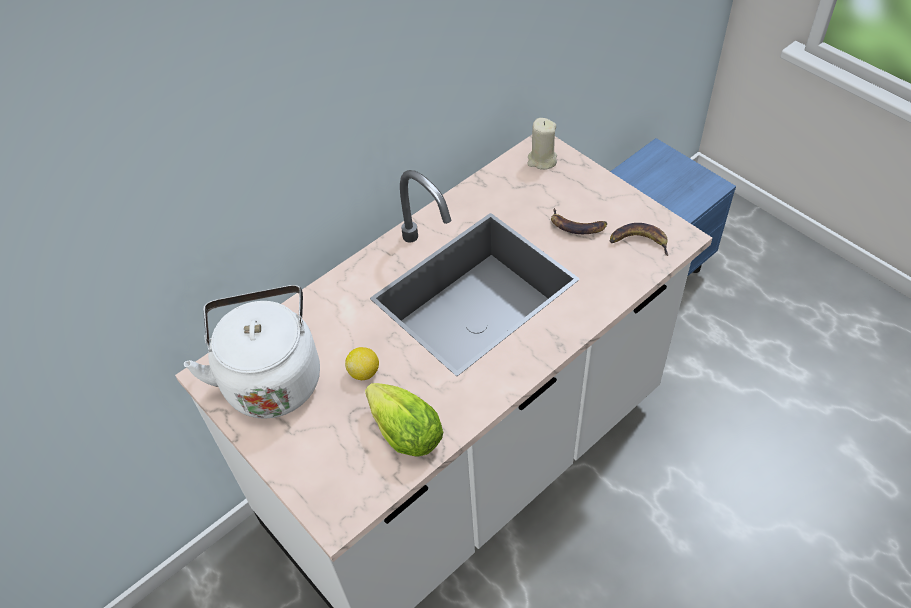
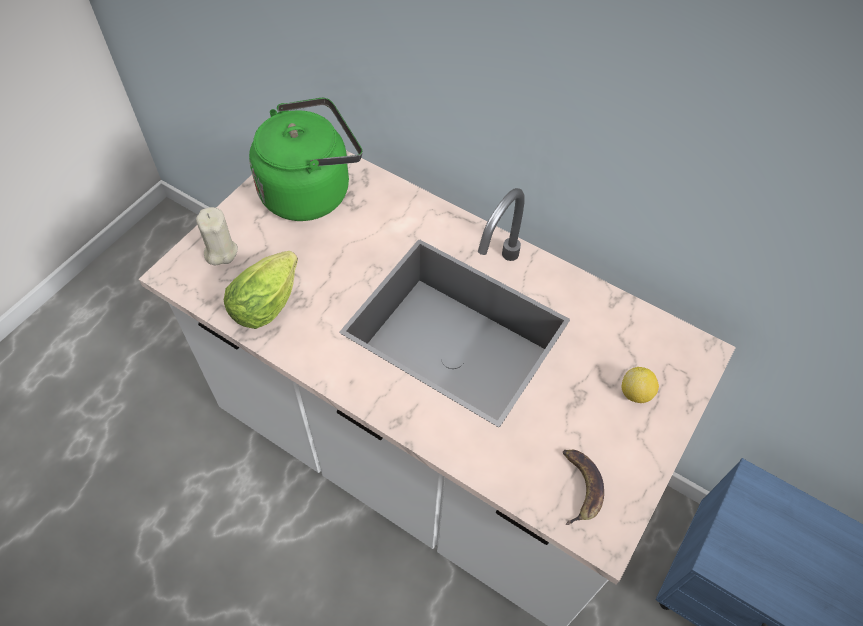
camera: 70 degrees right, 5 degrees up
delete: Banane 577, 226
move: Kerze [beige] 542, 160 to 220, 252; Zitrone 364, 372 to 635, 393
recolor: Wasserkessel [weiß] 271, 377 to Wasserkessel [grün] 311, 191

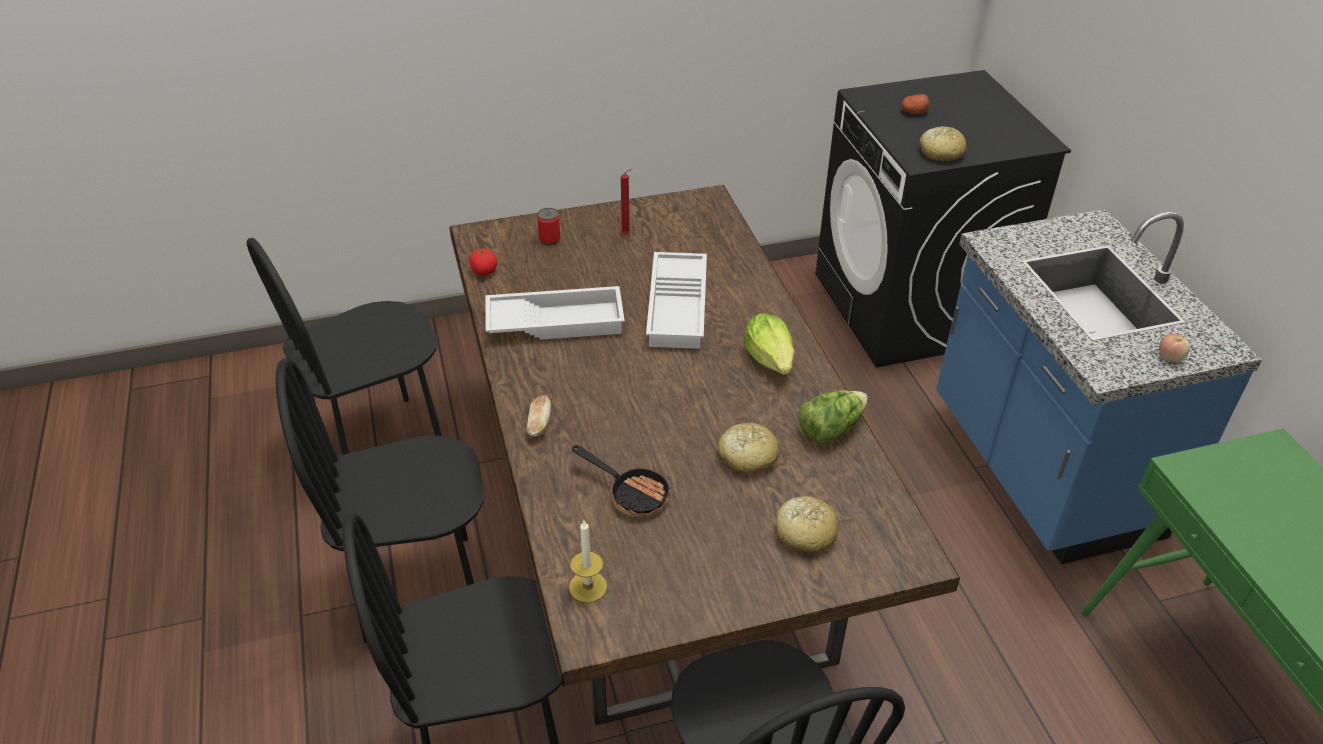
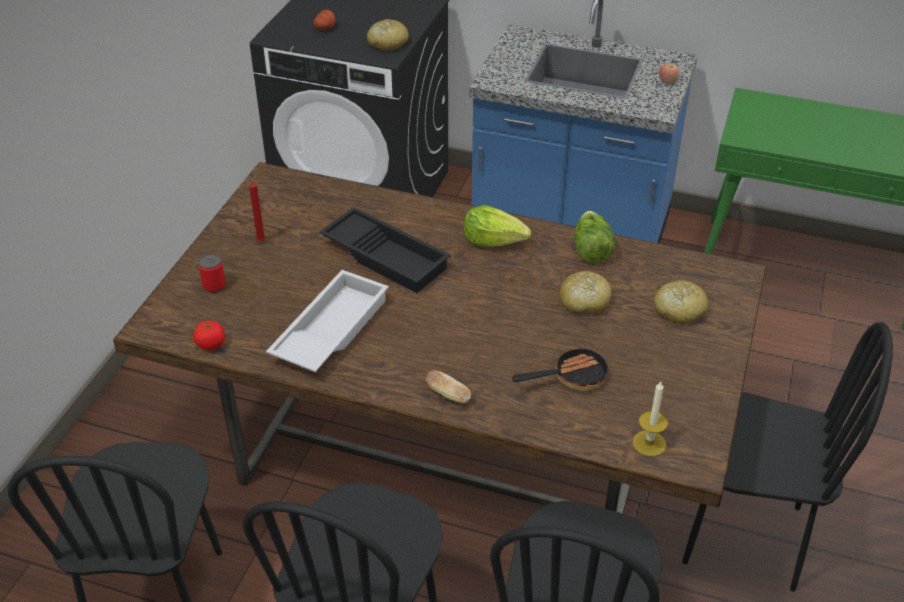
camera: 55 degrees left, 0 degrees up
recolor: Tablett [weiß] 679, 307 to Tablett [schwarz] 387, 256

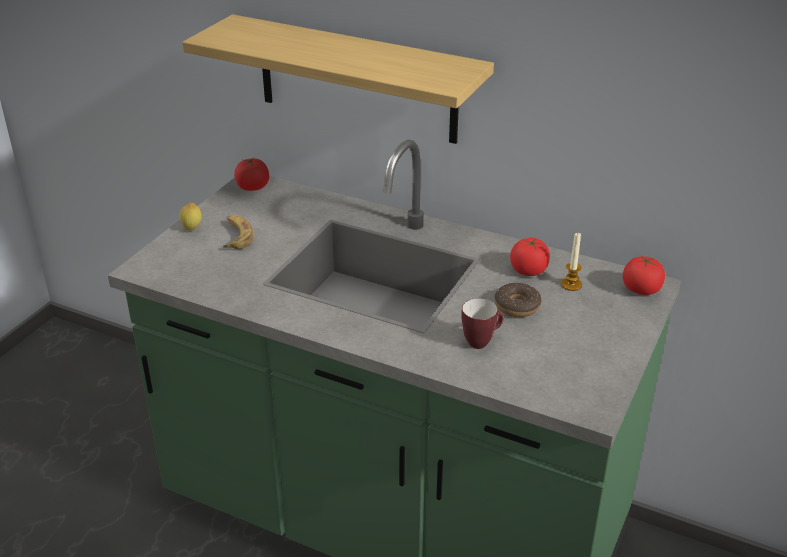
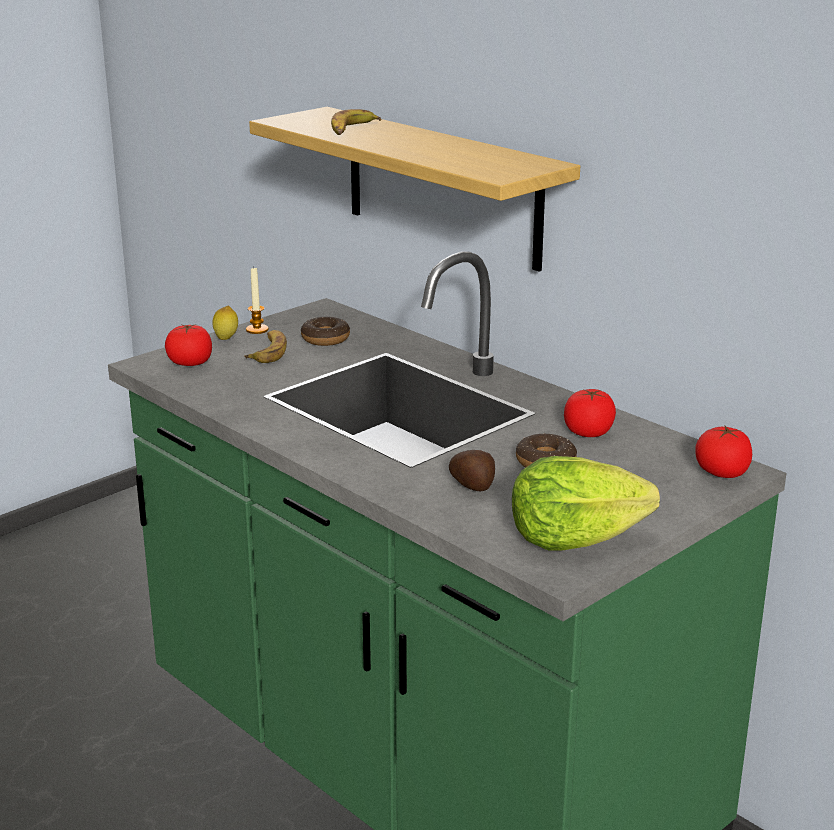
camera: 20 degrees right, 10 degrees down
insert: Banane 351, 130; Donut 325, 339; Salatkopf 574, 539
move: Tomate 252, 187 to 190, 363; Kerze 571, 285 to 257, 330
replace: Henkelbecher 481, 341 to Kartoffel 473, 486

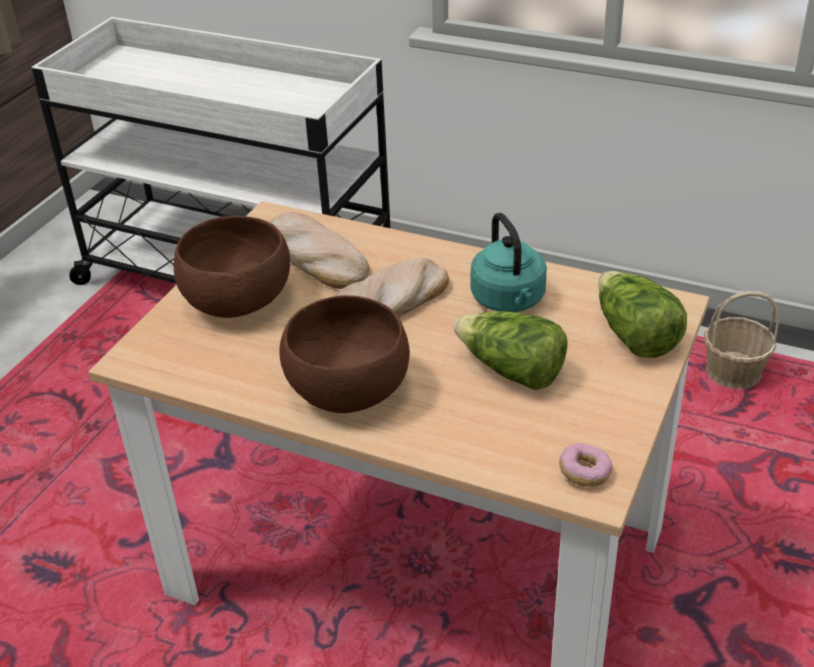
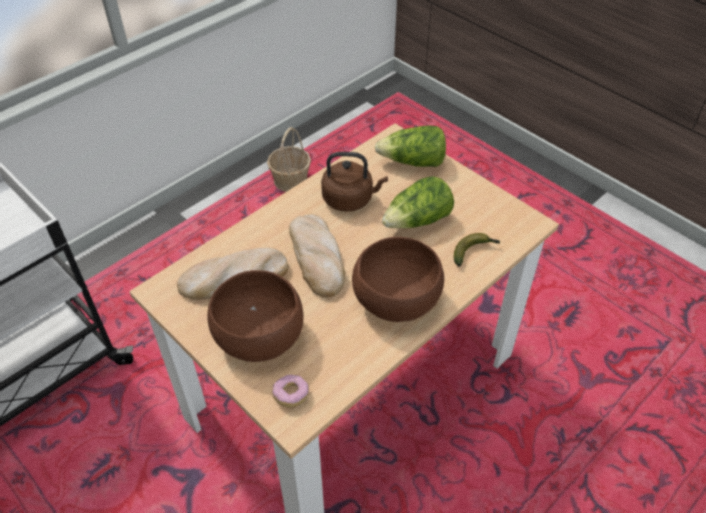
camera: 70 degrees left, 10 degrees up
insert: Banane 474, 251
move: Donut 584, 473 to 291, 395
recolor: Wasserkessel [türkis] 509, 301 to Wasserkessel [braun] 350, 199

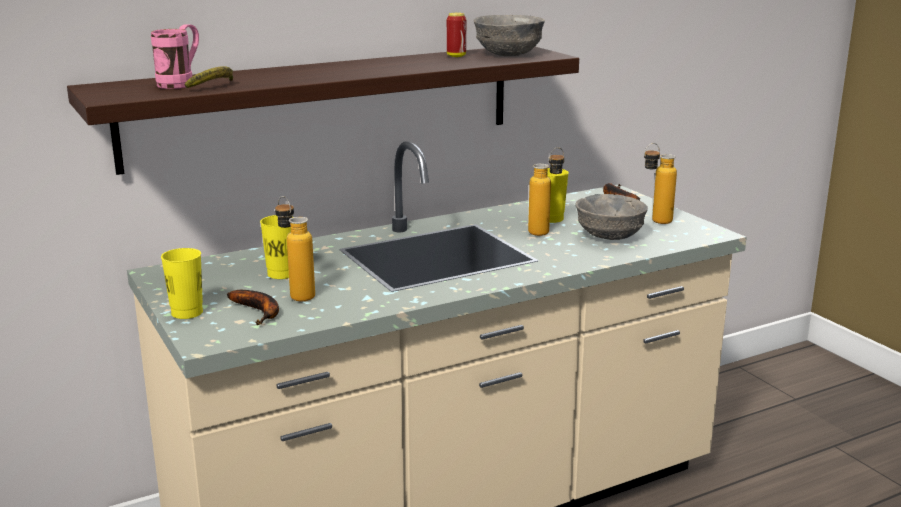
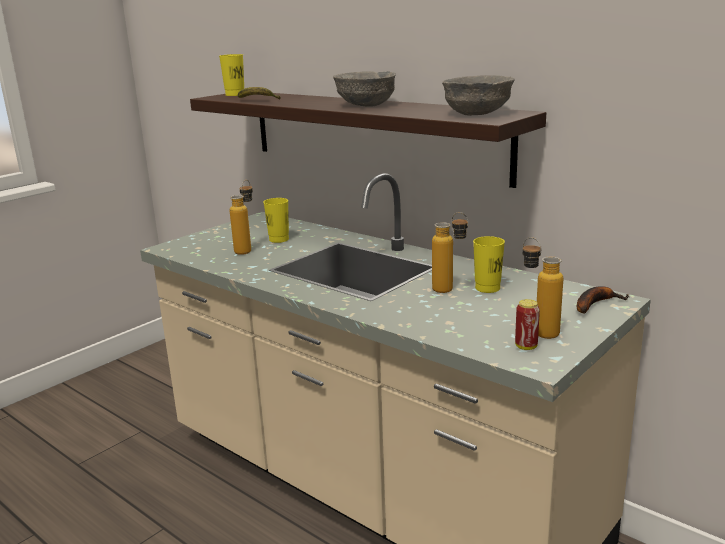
camera: 70 degrees right, 0 degrees up
delete: Henkelbecher [rosa] 181, 84; Banane 259, 311
move: Dose 456, 56 to 526, 347; Schüssel [grau] 608, 236 to 366, 105; Tasse [gelb] 187, 313 to 235, 95

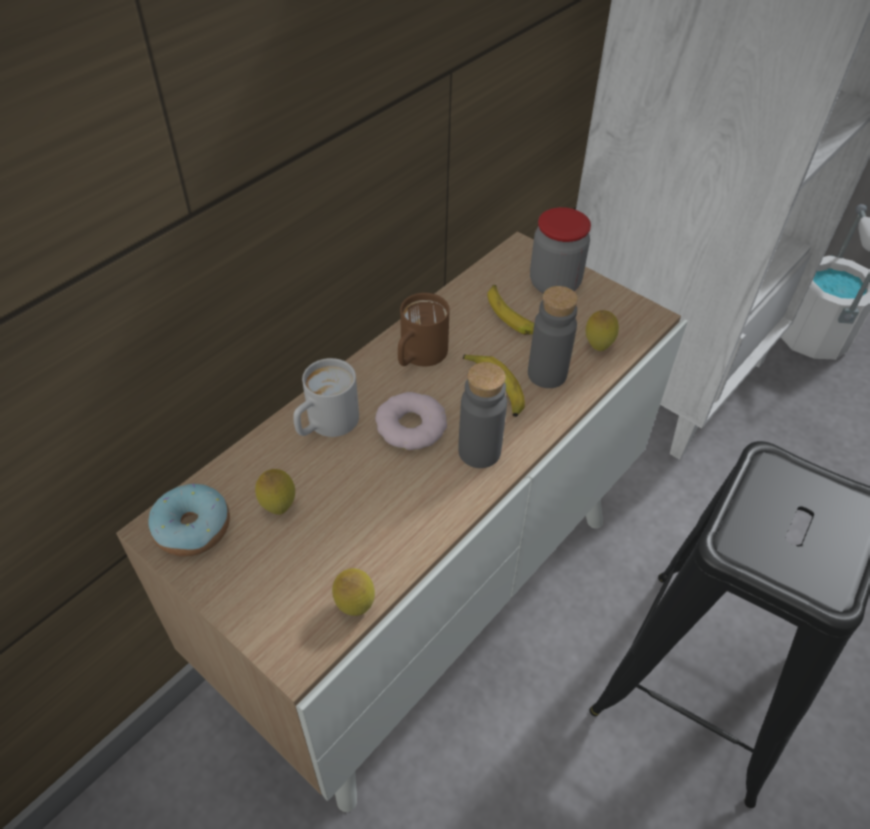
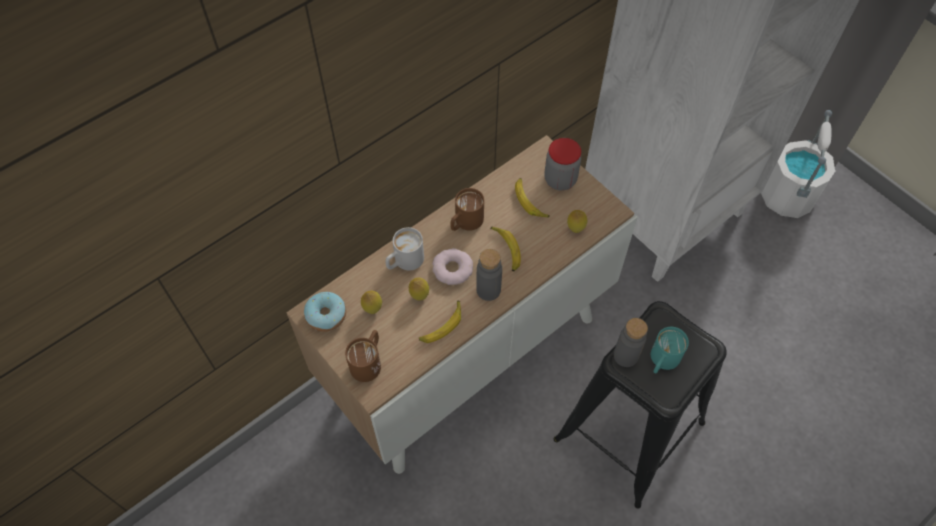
camera: 10 degrees right, 10 degrees up
insert: Banane 442, 325; Henkelbecher [türkis] 662, 361; Henkelbecher [braun] 368, 361
move: Flasche [grau] 547, 374 to 625, 355; Zitrone 355, 606 to 419, 296

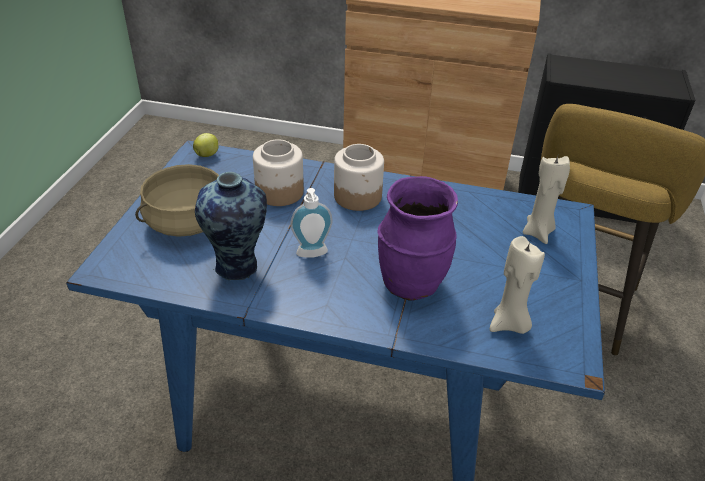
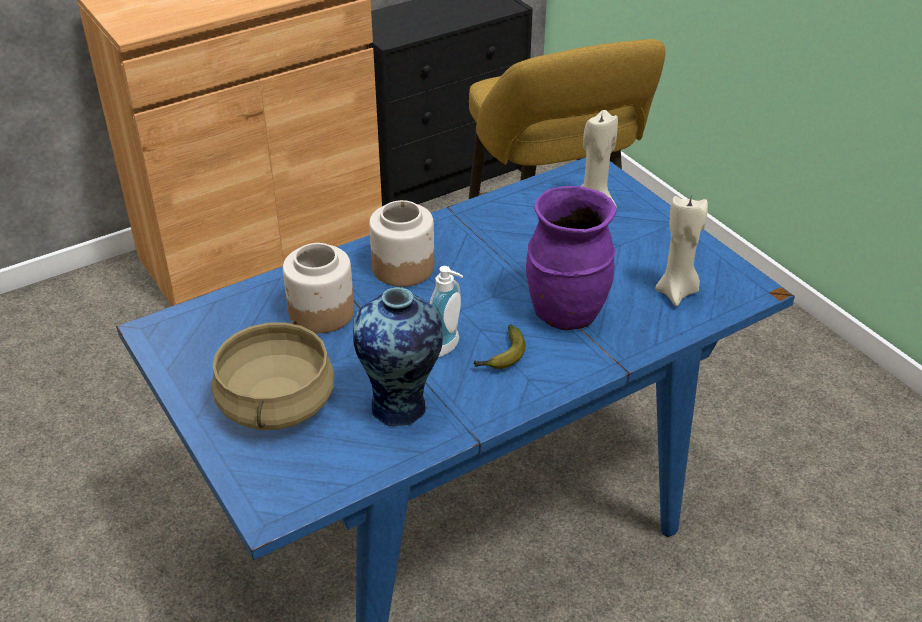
camera: 45 degrees left, 0 degrees up
delete: Apfel 207, 155
insert: Banane 501, 357

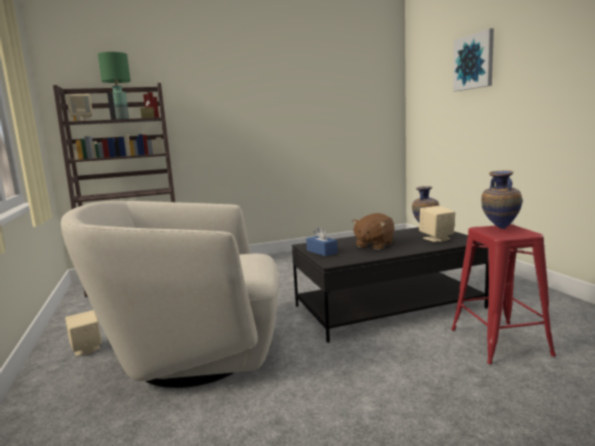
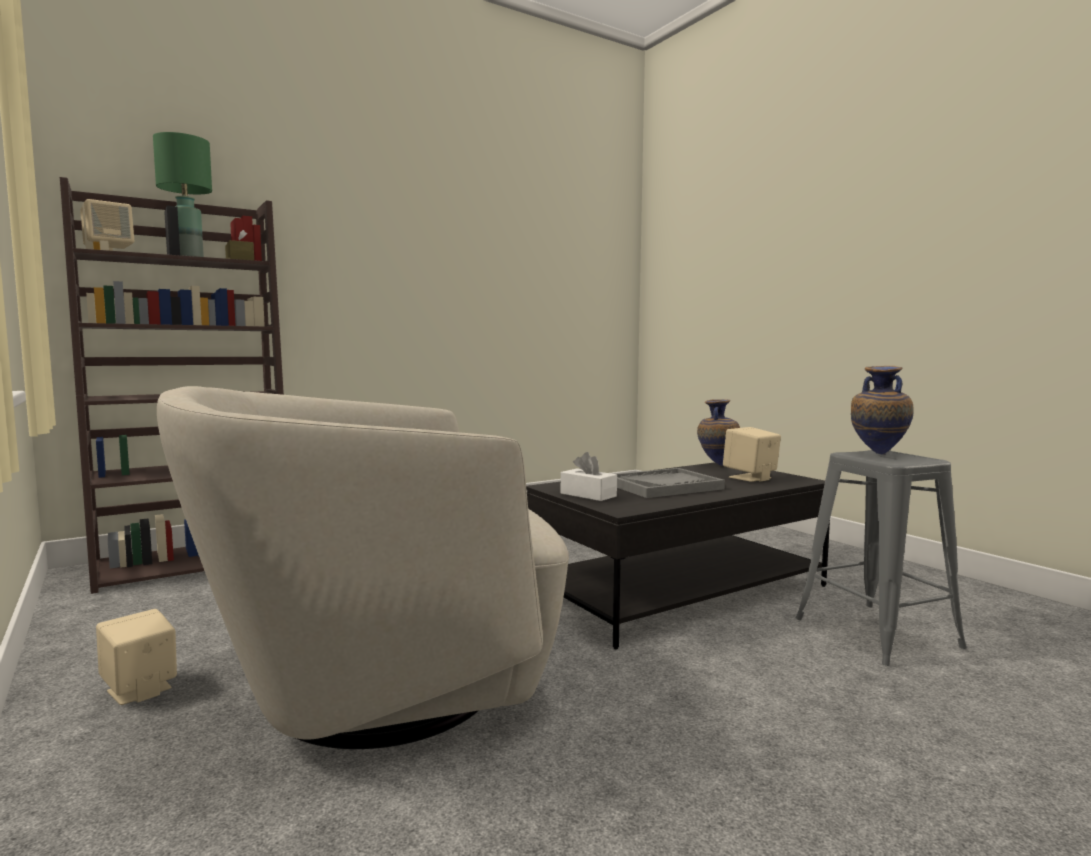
camera: 15 degrees left, 5 degrees down
delete: Bild 474, 62
replace: Plüschtier [braun] 373, 245 to Tablett [grau] 664, 486
recolor: Hocker [rot] 499, 342 to Hocker [grau] 876, 632; Taschentuchbox [blau] 322, 251 to Taschentuchbox [weiß] 588, 495

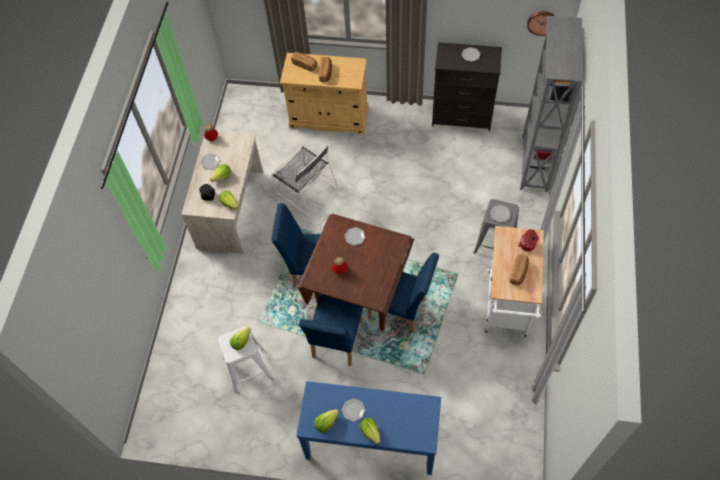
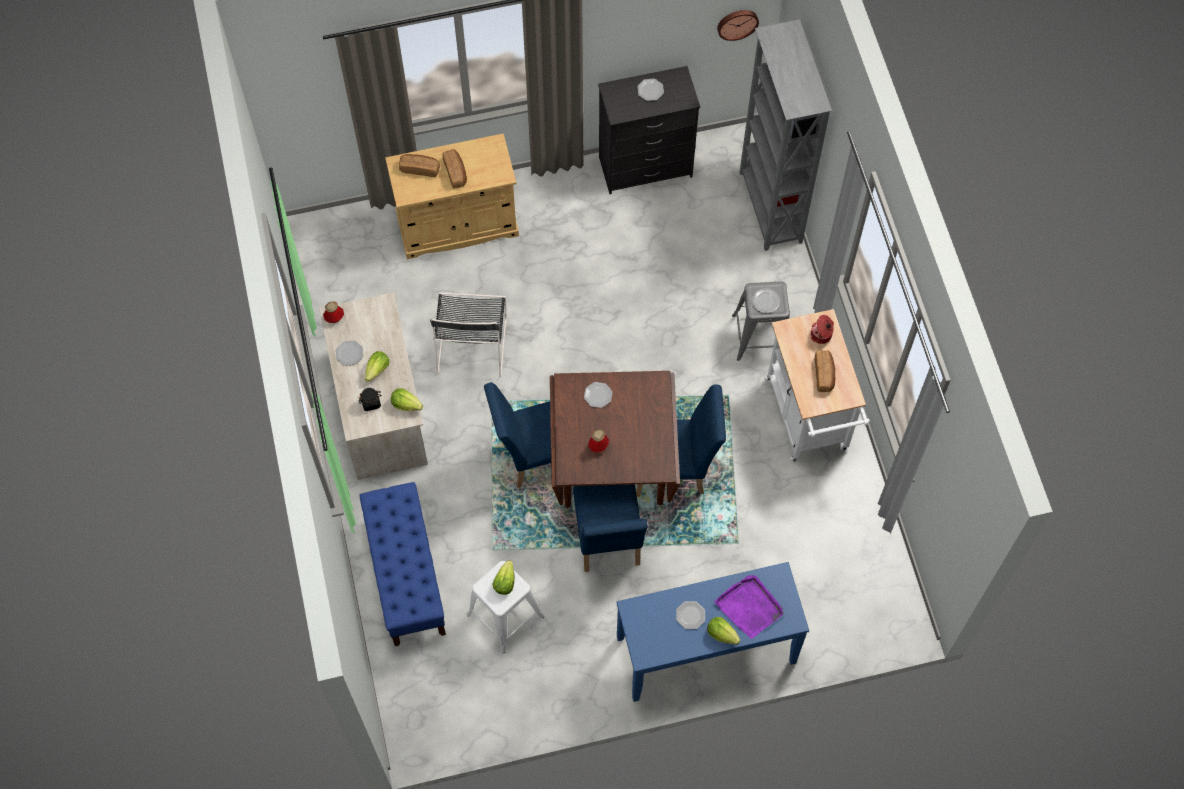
camera: 25 degrees left, 5 degrees up
delete: Salatkopf 326, 422
insert: Bank [blau] 406, 575; Tablett [lila] 749, 607
rotate: Stuhl [schwarz] 305, 189 = 472, 343 75 degrees clockwise

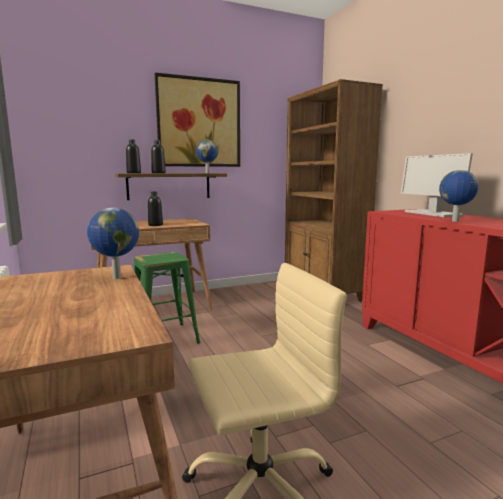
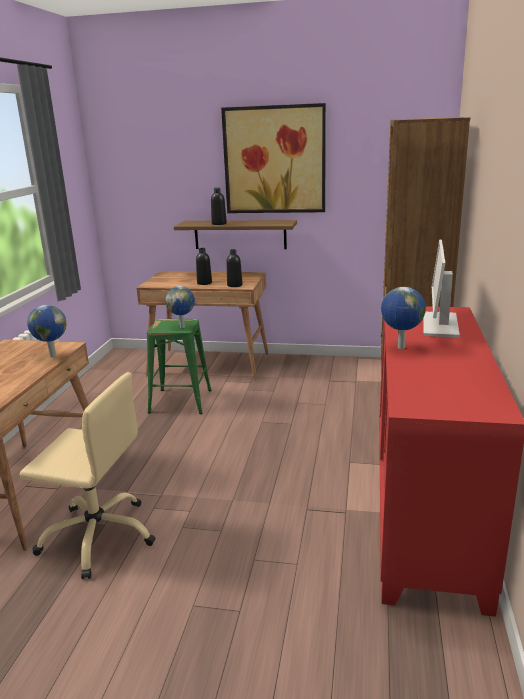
camera: 35 degrees right, 10 degrees up
move: Flasche [schwarz] 133, 173 to 234, 285; Globus 207, 173 to 183, 327

